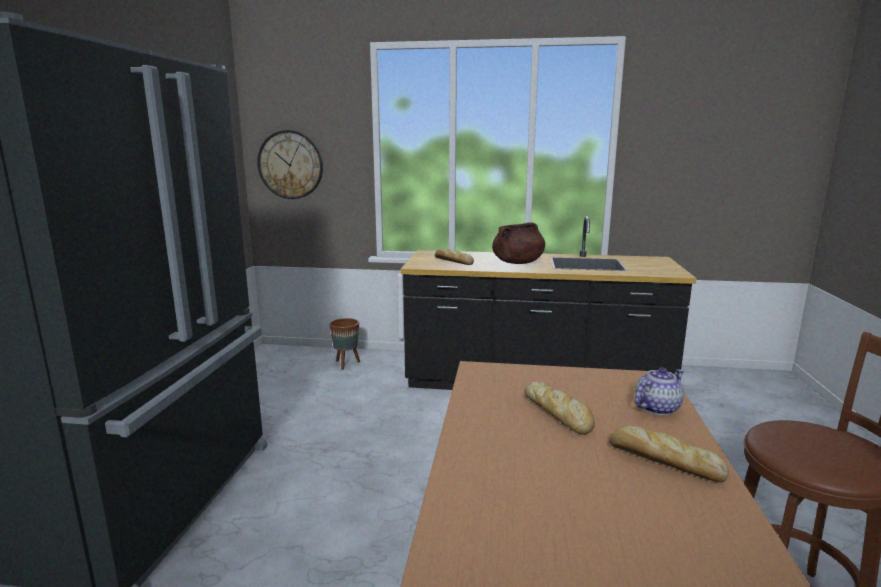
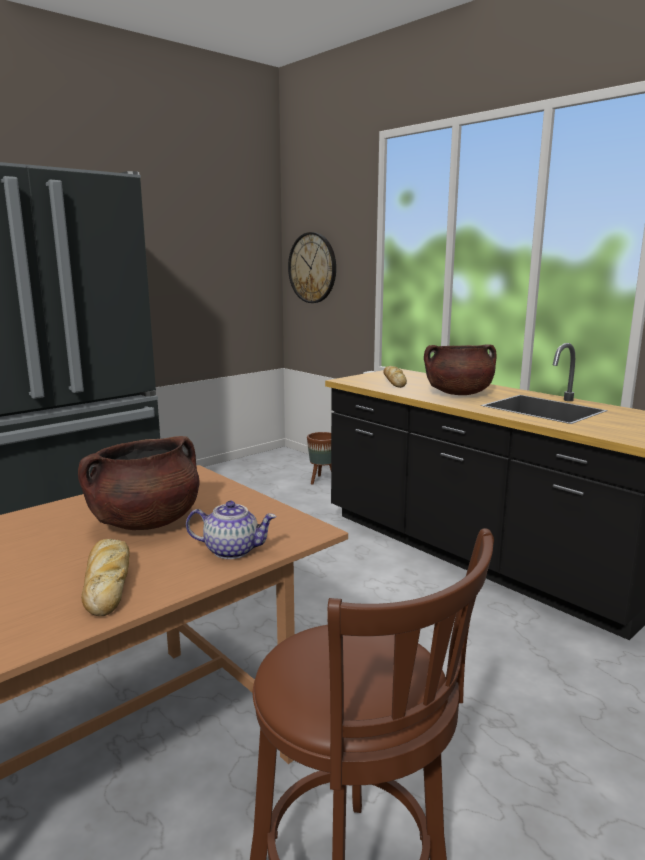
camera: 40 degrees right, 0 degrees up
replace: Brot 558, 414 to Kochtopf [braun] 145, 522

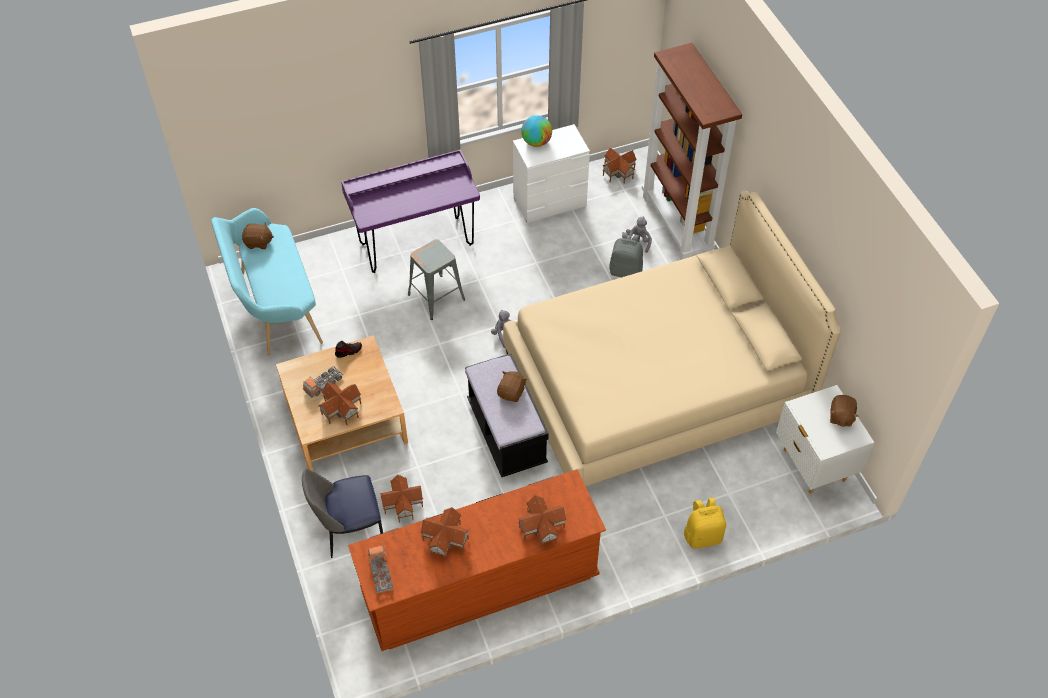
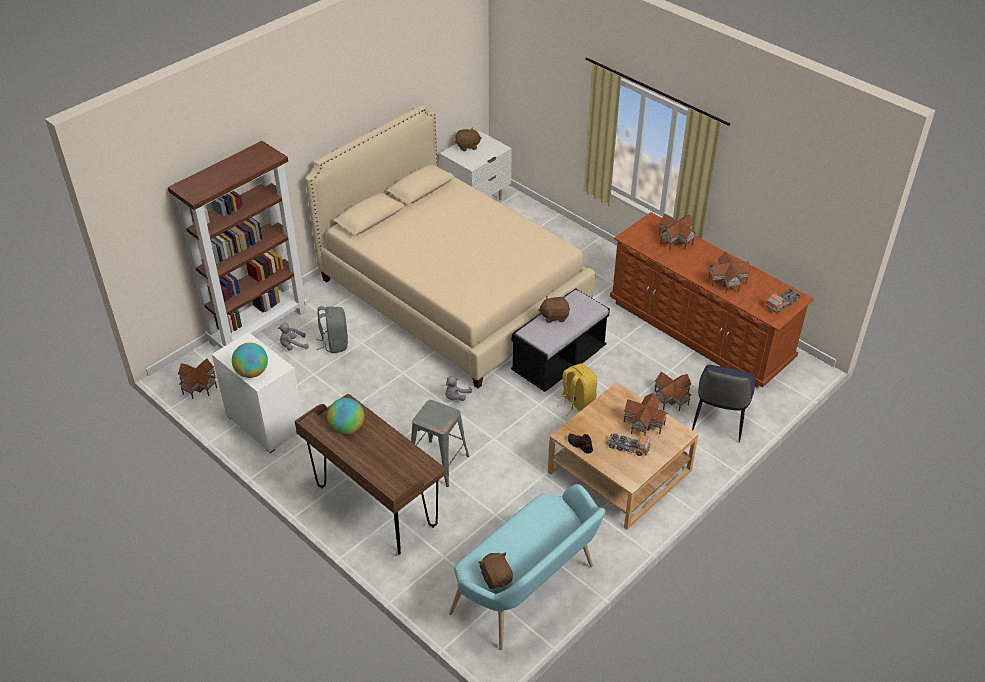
camera: 115 degrees left, 10 degrees down
insert: Globus 347, 428
move: Rucksack [gelb] 703, 535 to 576, 403
recolor: Schreibtisch [lila] 416, 244 to Schreibtisch [braun] 376, 507
rotate: Stuhl 349, 529 = 719, 421 60 degrees clockwise

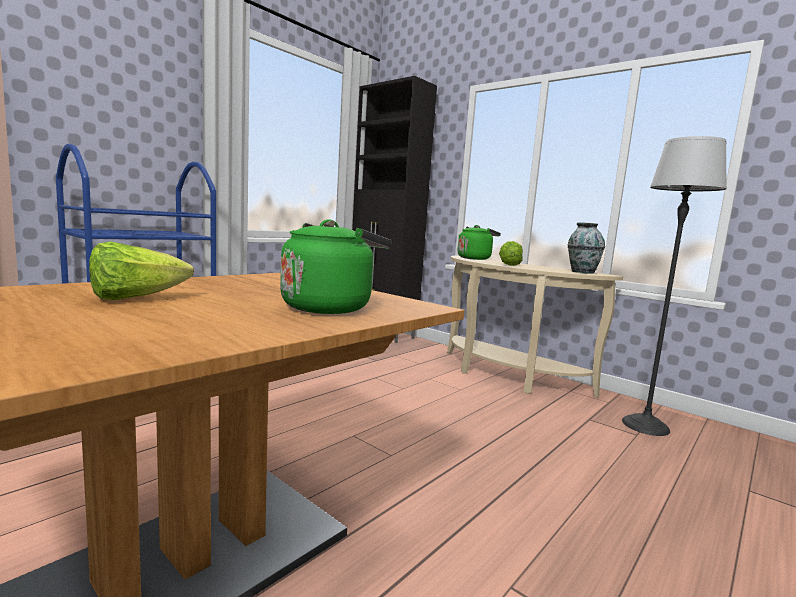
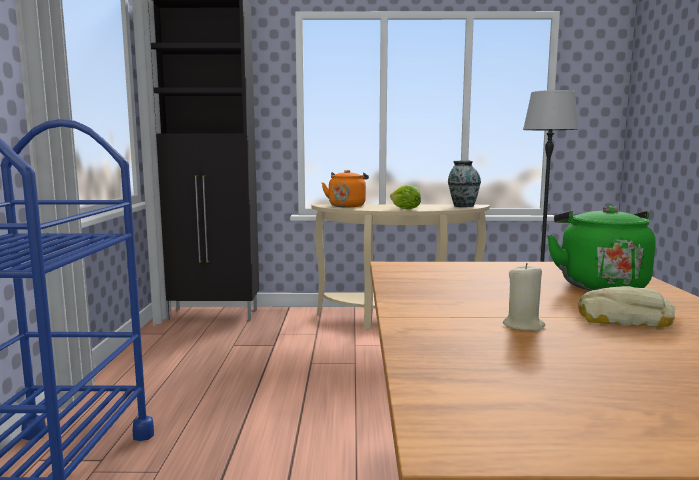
camera: 40 degrees left, 0 degrees up
insert: Brot 623, 318
replace: Salatkopf 136, 298 to Kerze [beige] 523, 325
recolor: Wasserkessel [grün] 475, 258 to Wasserkessel [orange] 347, 206

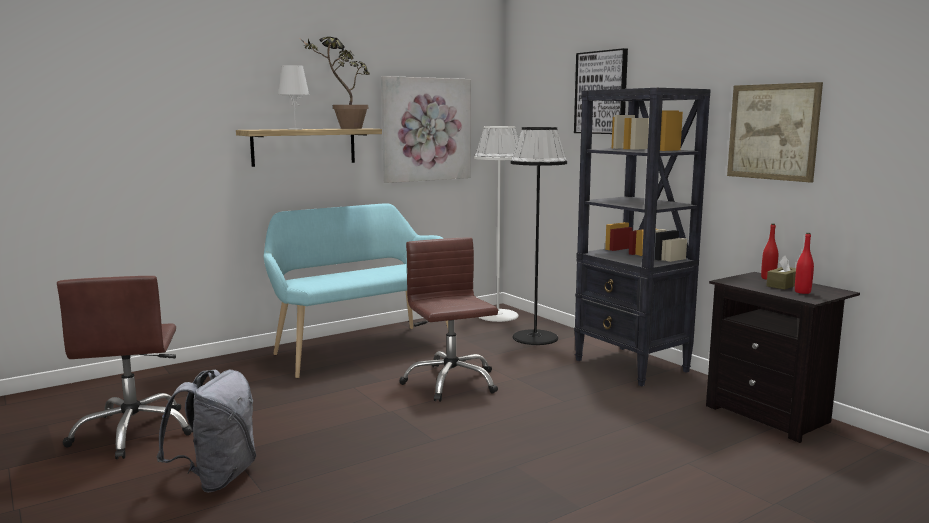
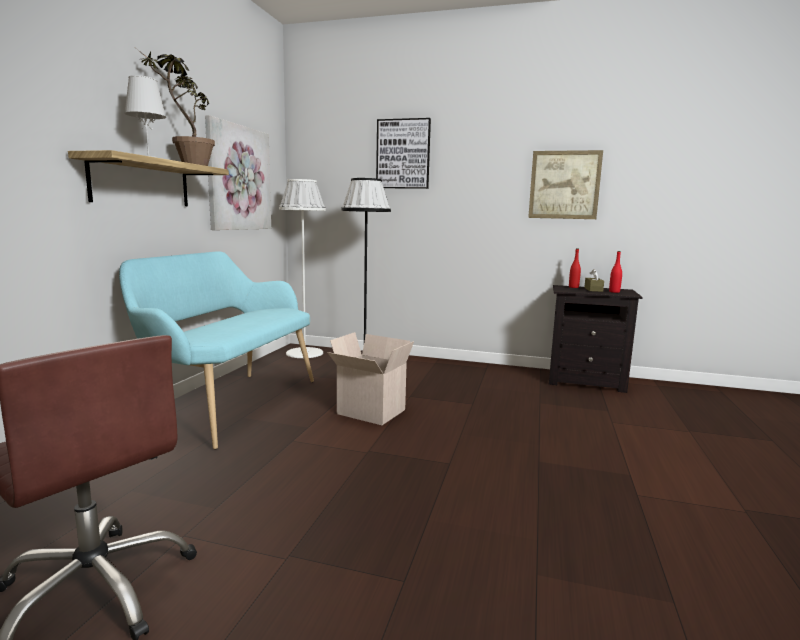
camera: 40 degrees left, 0 degrees up
delete: Bücherregal [schwarz] 631, 366; Rucksack [grau] 216, 478
replace: Bürostuhl [braun] 450, 382 to Karton 369, 412

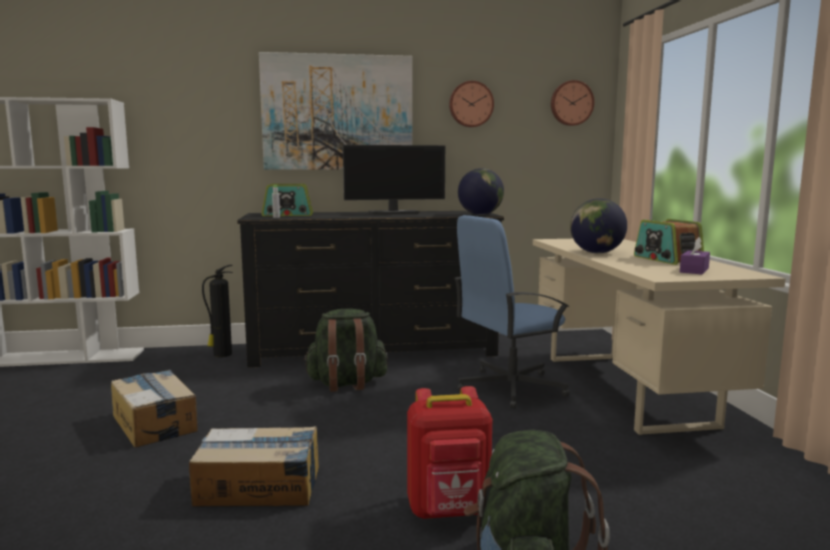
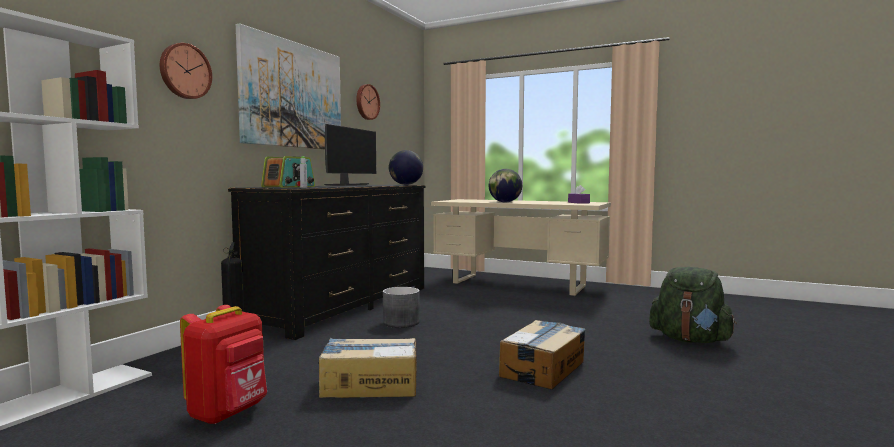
camera: 55 degrees left, 5 degrees down
delete: Bürostuhl [blau] 509, 388; Radio 667, 259
move: Wanduhr 571, 103 to 184, 71; Rucksack [rot] 449, 511 to 229, 413
replace: Rucksack [grün] 346, 384 to Pflanzkübel [grau] 401, 323

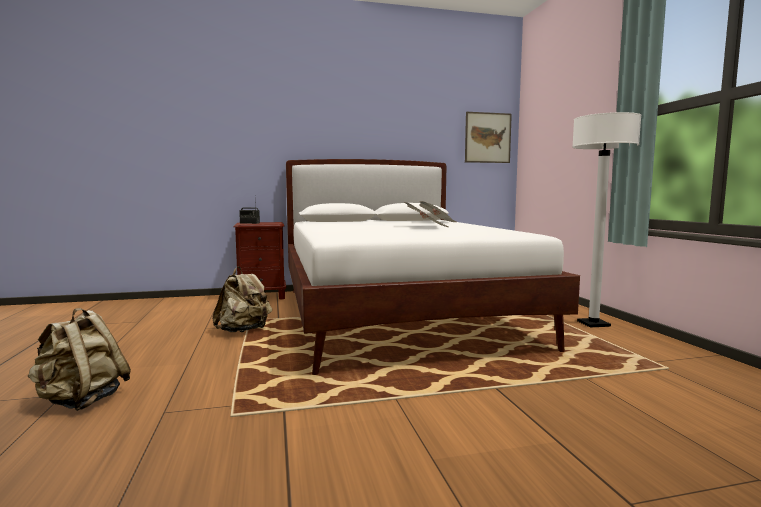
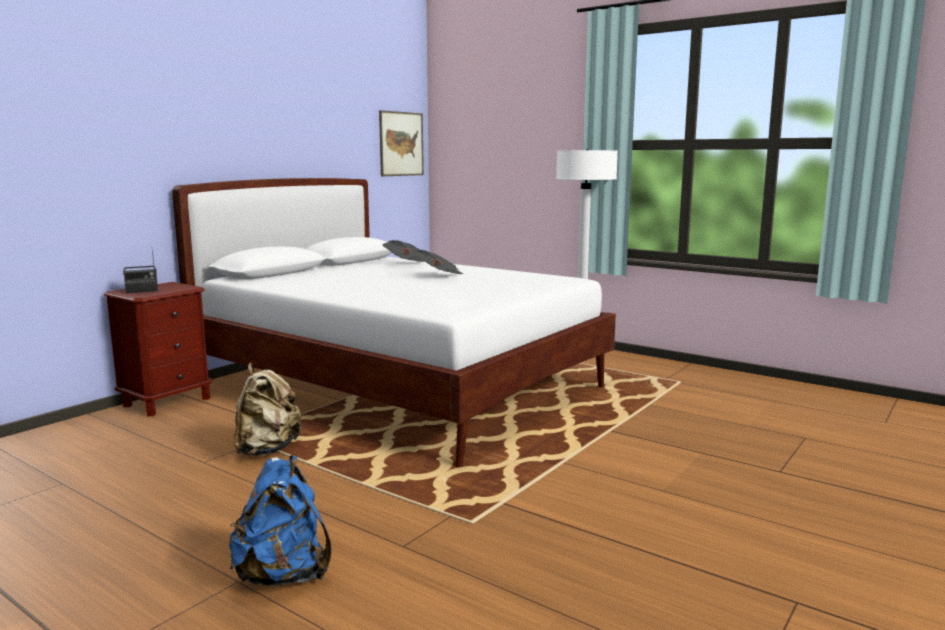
camera: 40 degrees left, 5 degrees up
recolor: Rucksack [beige] 82, 401 to Rucksack [blau] 283, 575

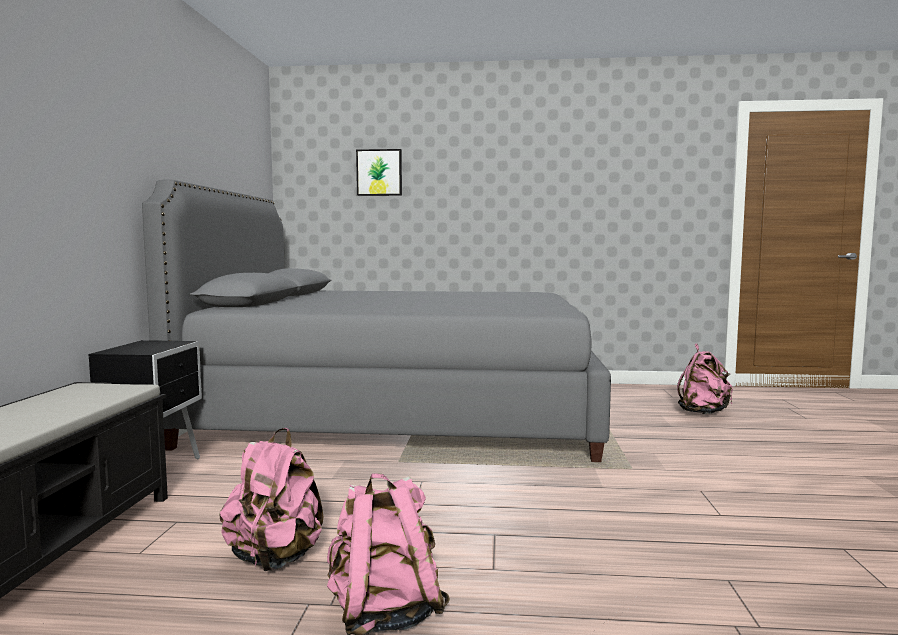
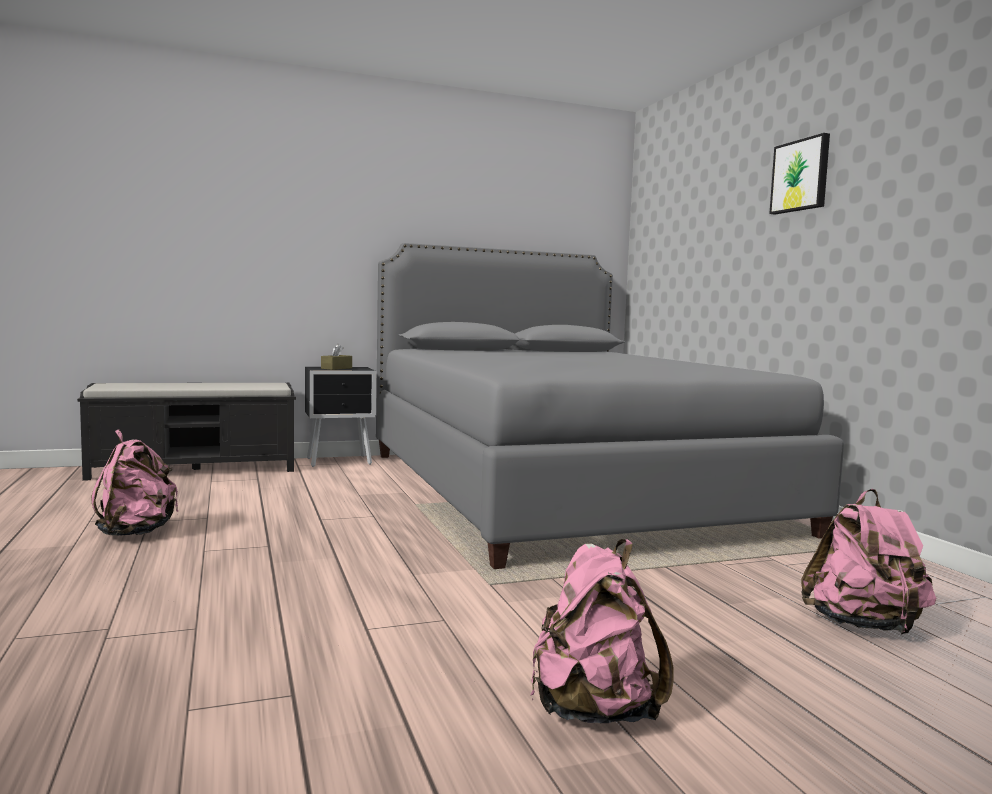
camera: 65 degrees right, 0 degrees up
insert: Taschentuchbox [braun] 336, 368
move: Bild 379, 172 to 801, 176; Rucksack [rosa] 275, 558 to 593, 711

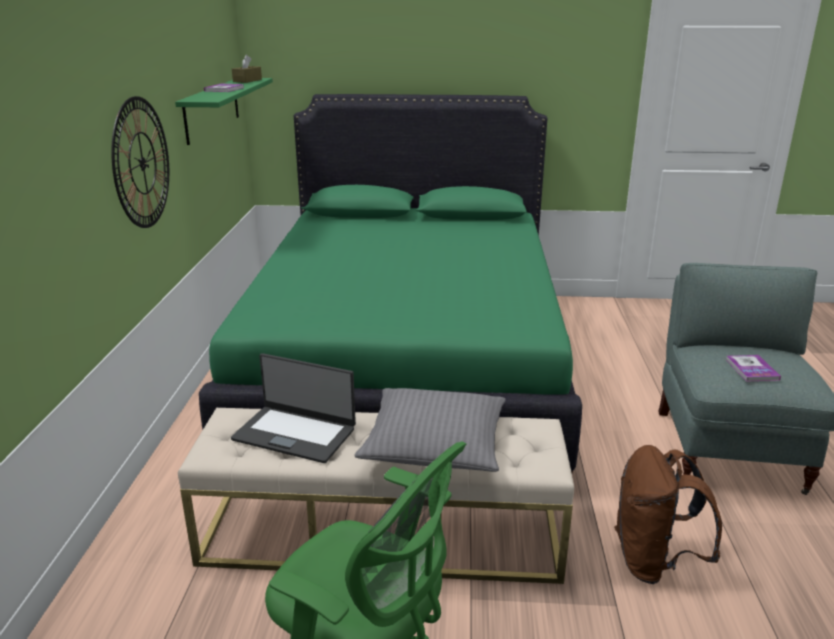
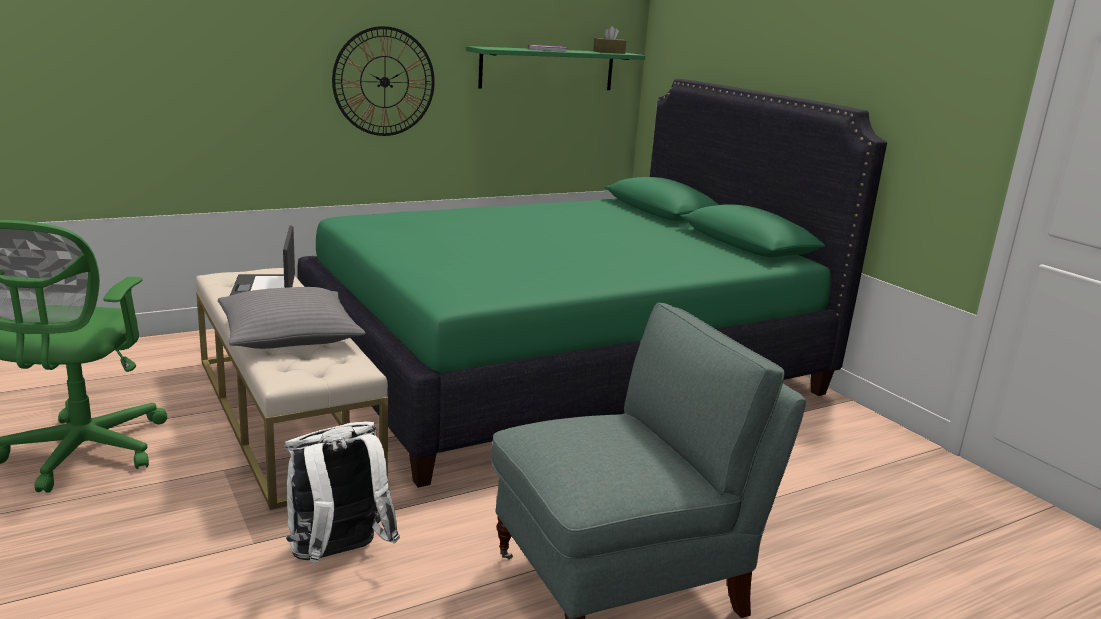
camera: 55 degrees right, 5 degrees down
delete: Buch 752, 369
recolor: Rucksack [braun] 654, 562 to Rucksack [weiß] 338, 556

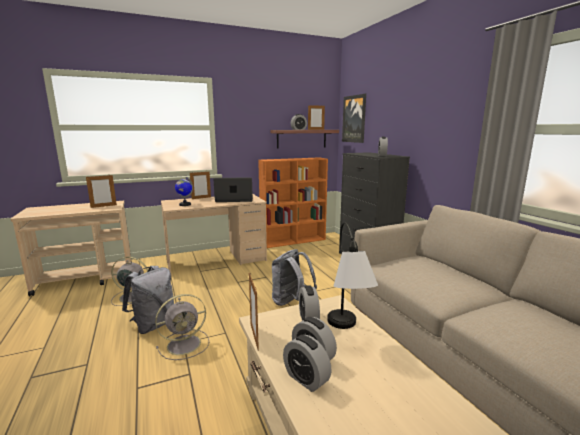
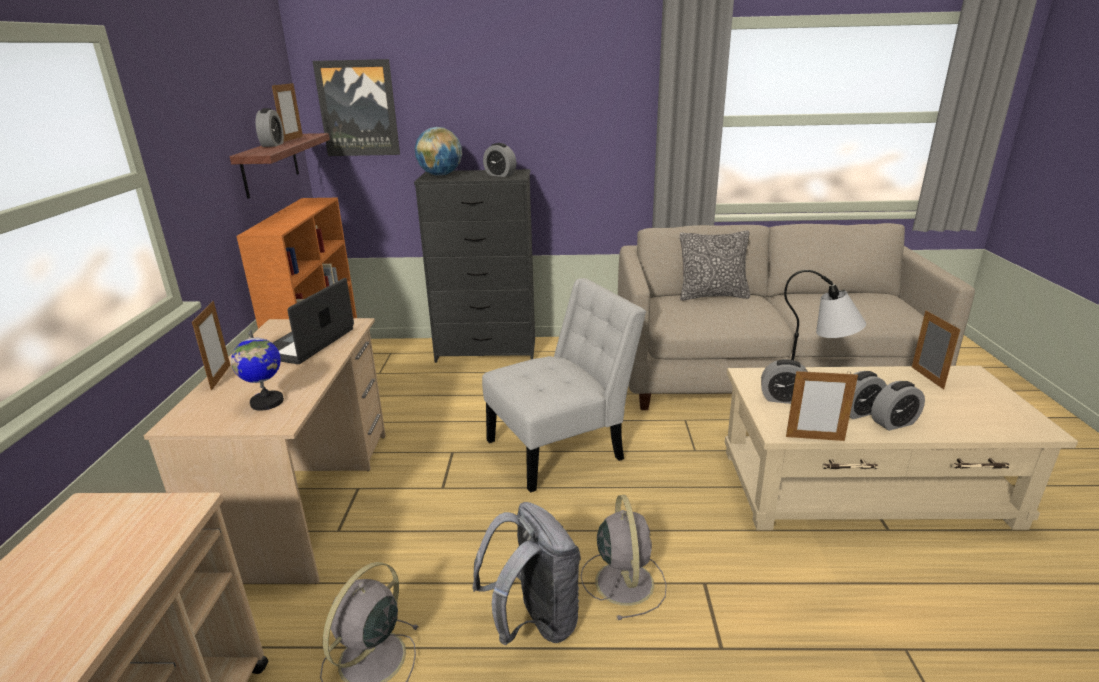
camera: 65 degrees left, 10 degrees up
insert: Globus 440, 175; Kissen 712, 296
move: Bilderrahmen 103, 206 to 927, 377
replace: Rucksack [grau] 291, 302 to Stuhl [weiß] 561, 447

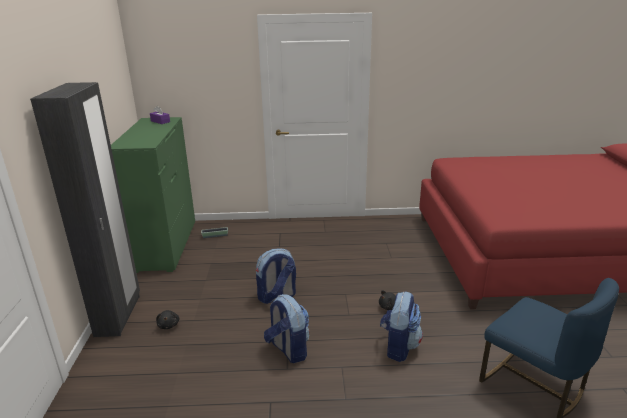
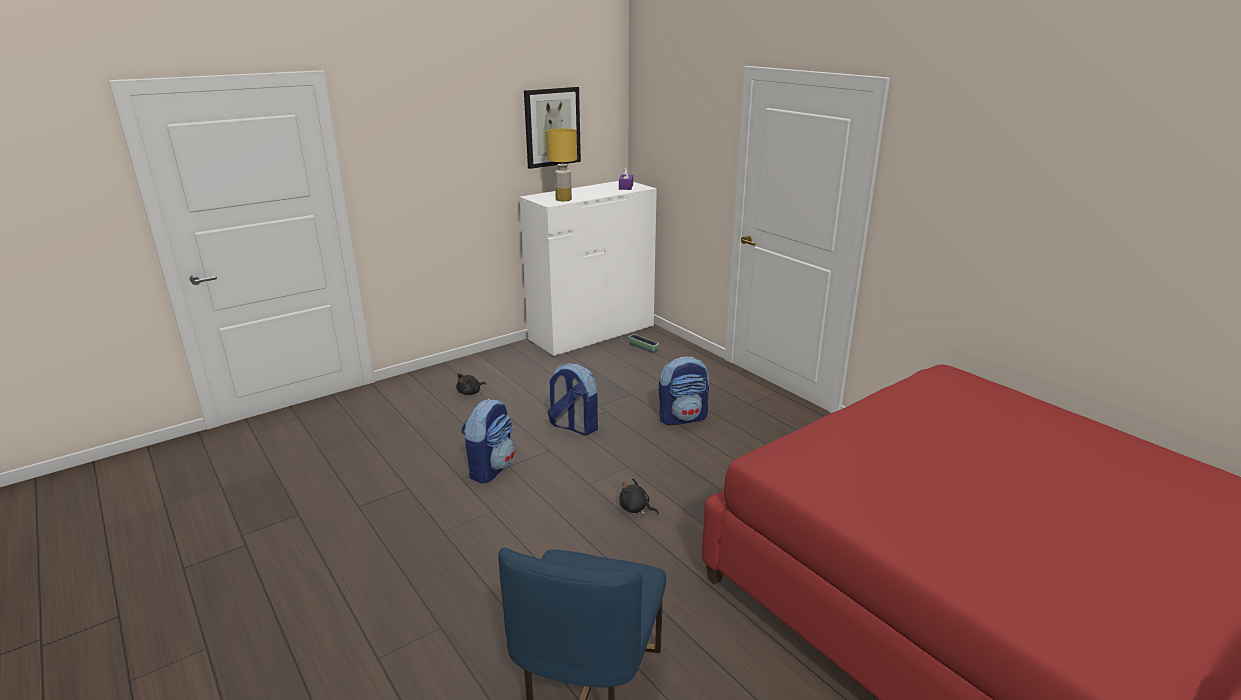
camera: 55 degrees right, 0 degrees up
delete: Kleiderschrank [schwarz] 119, 315
insert: Bild 552, 127; Tischlampe [gelb] 563, 199
move: Rucksack 398, 346 to 683, 418
recolor: Kommode [grün] 166, 245 to Kommode [weiß] 592, 334

